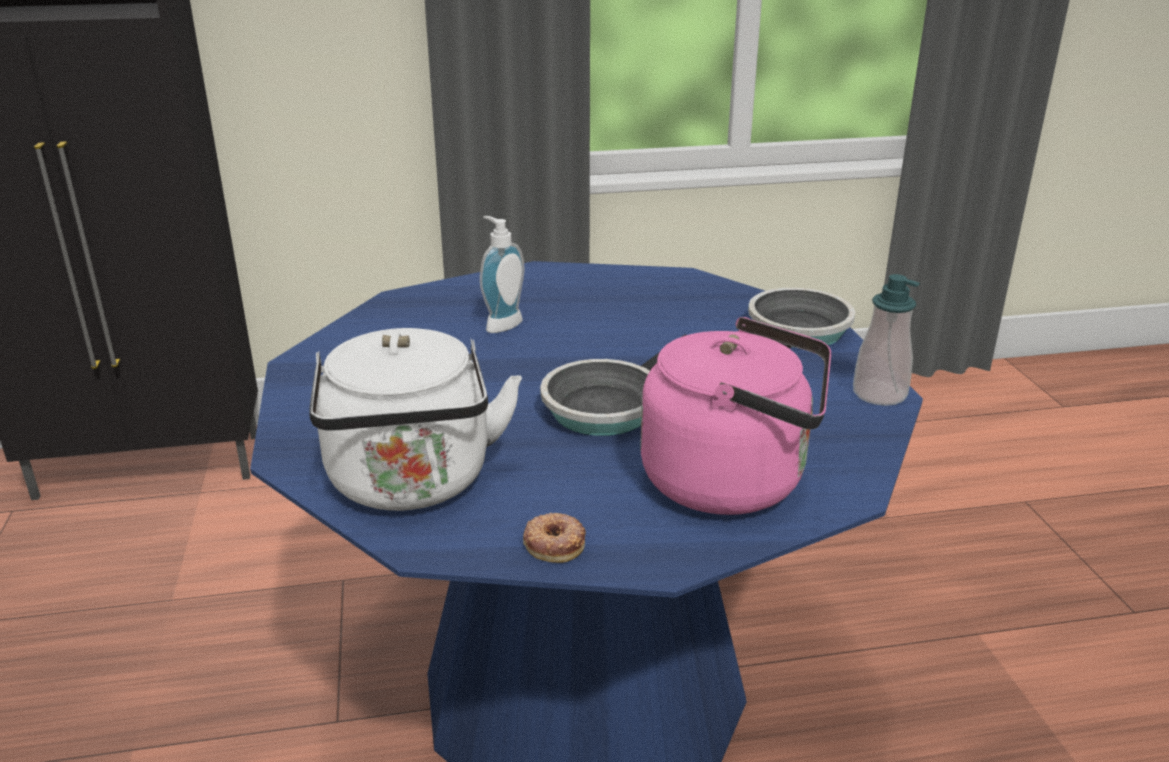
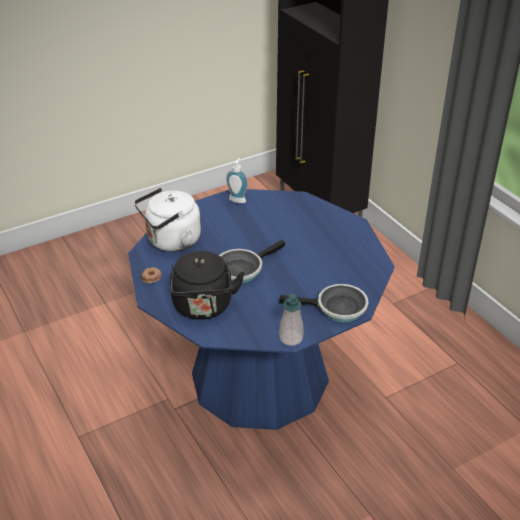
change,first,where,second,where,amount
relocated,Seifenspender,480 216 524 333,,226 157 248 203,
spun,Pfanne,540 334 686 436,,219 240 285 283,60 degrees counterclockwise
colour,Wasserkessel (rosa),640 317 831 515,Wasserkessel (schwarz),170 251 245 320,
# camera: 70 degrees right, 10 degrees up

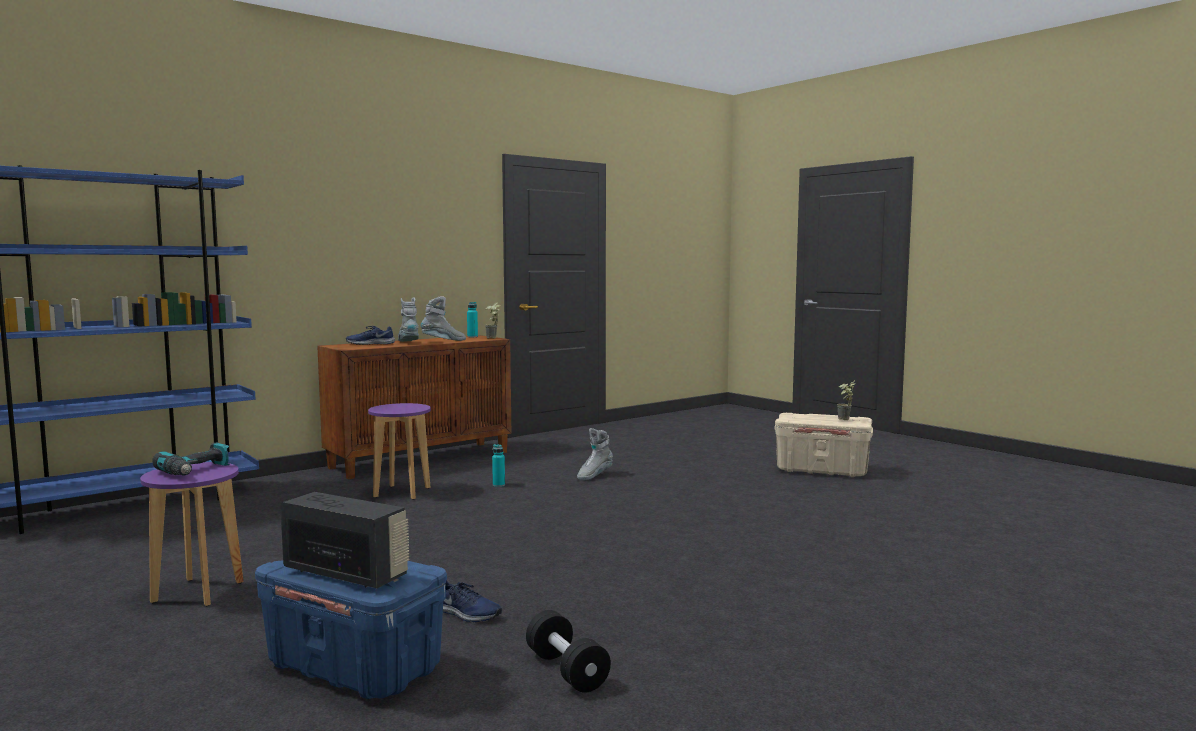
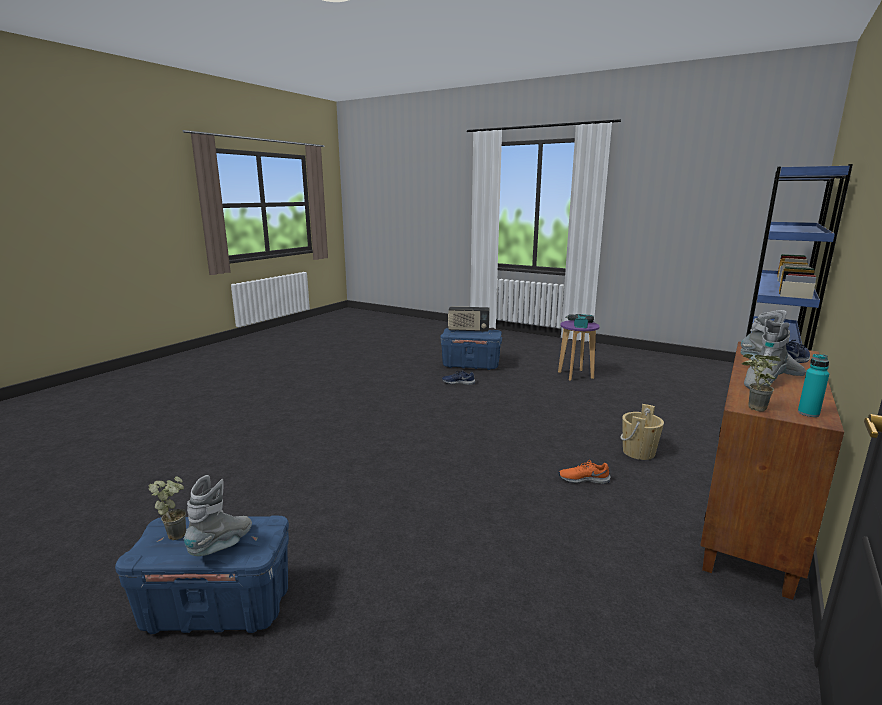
change,first,where,second,where,amount
exchanged,Hocker (lila),368 403 431 500,Eimer (beige),620 404 664 460,
exchanged,Flasche (türkis),492 444 505 487,Schuh (orange),559 460 611 484,
missing,Hantel (schwarz),526 610 611 693,,,
relocated,Stiefel (grau),577 428 613 481,,184 475 252 556,
colour,Aufbewahrungsbox (beige),775 413 873 477,Aufbewahrungsbox (blau),115 515 289 634,
# camera: 160 degrees right, 10 degrees up

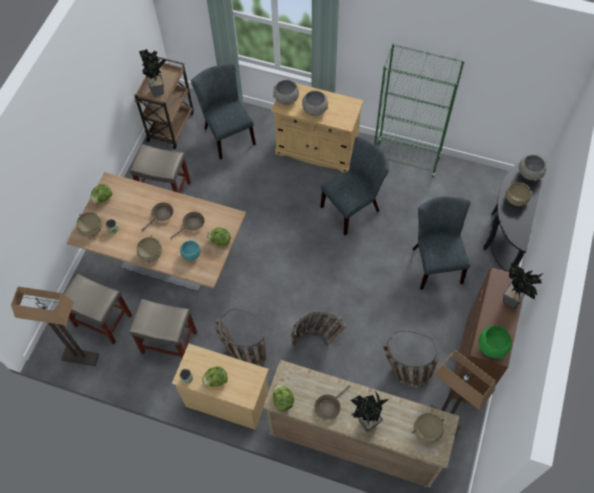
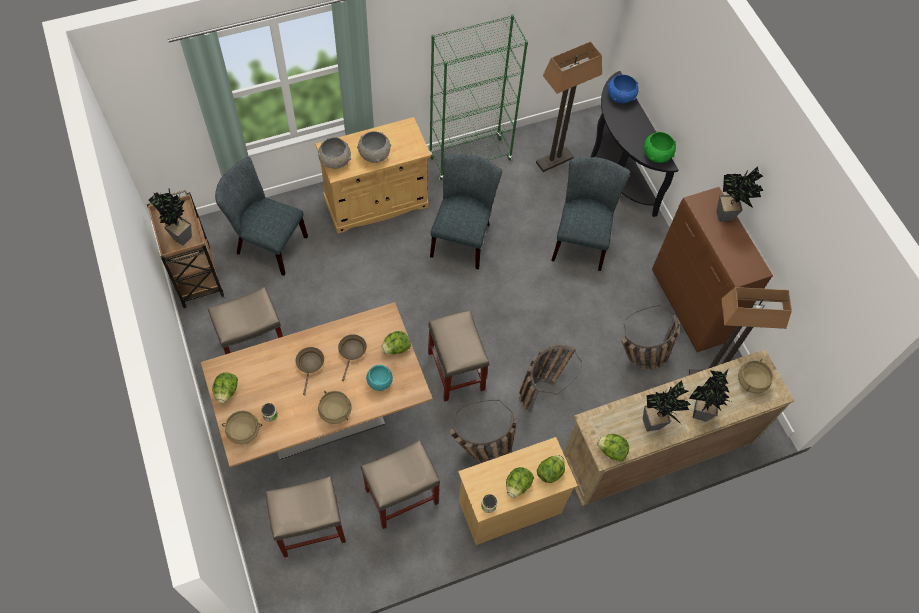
change,first,where,second,where,amount
relocated,Stehlampe,11 286 99 366,,536 42 602 172,
exchanged,Pfanne (braun),314 385 350 420,Topfpflanze,643 380 691 432,
spun,Stuhl (grau),413 196 470 290,,551 157 630 271,60 degrees clockwise
relocated,Schüssel (grün),478 326 512 359,,644 131 676 163,
missing,Kochtopf (beige),505 181 531 207,,,
colour,Schüssel (grau),519 155 547 181,Schüssel (blau),608 74 638 103,
appeared,,,Hocker (beige),428 310 489 402,
appeared,,,Salatkopf,537 455 565 483,
# camera: 45 degrees left, 0 degrees up

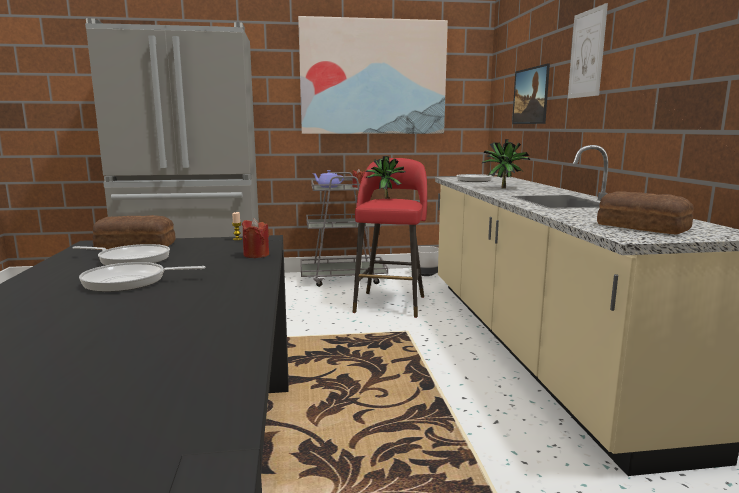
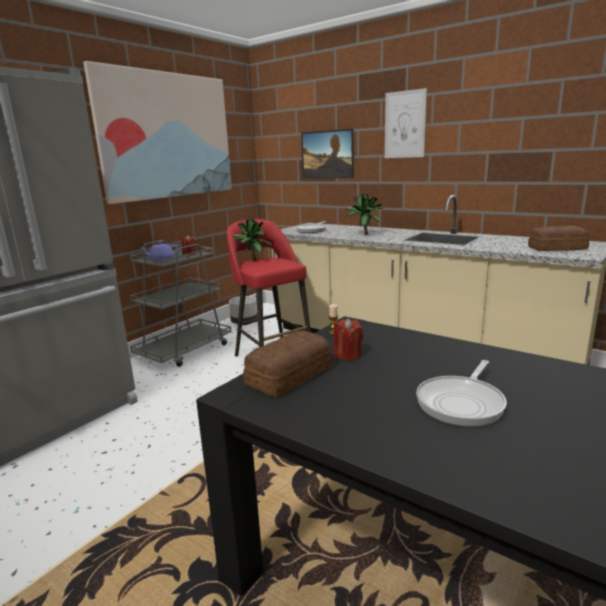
change,first,where,second,where,amount
missing,Pfanne,73 244 170 265,,,
relocated,Kerze (rot),242 218 269 258,,333 318 363 361,
# camera: 45 degrees left, 5 degrees up

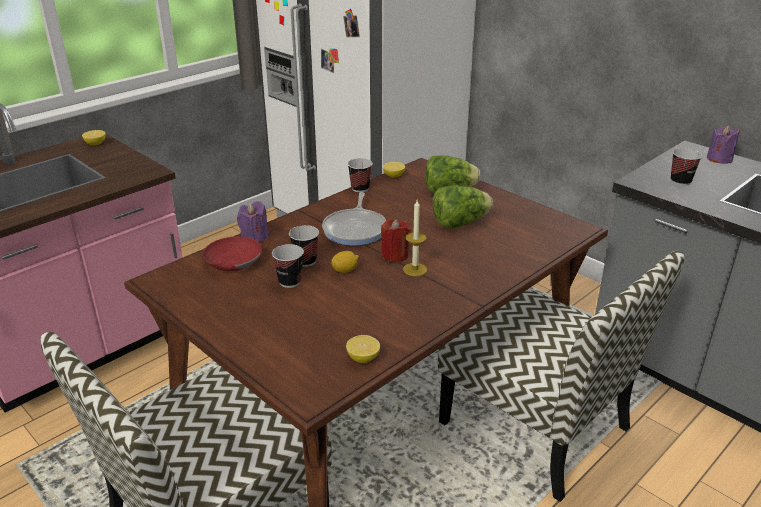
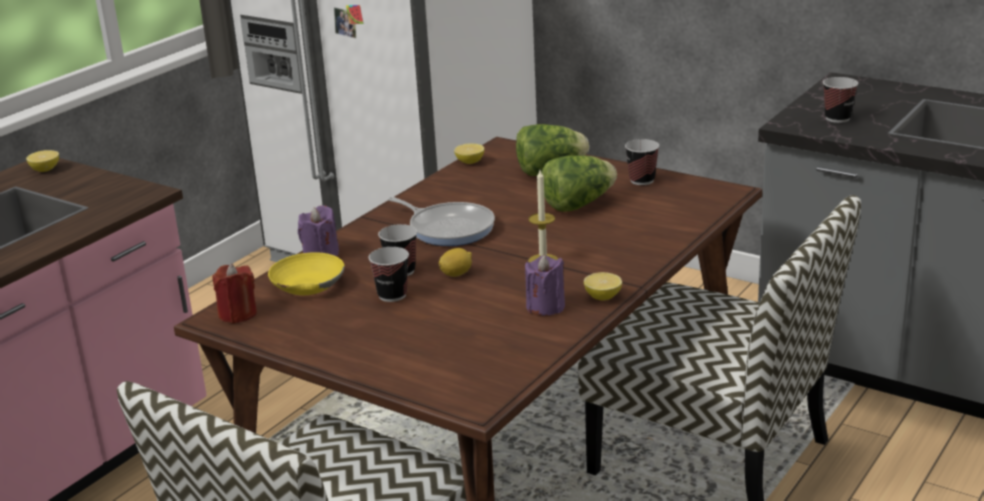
change,first,where,second,where,amount
colour,Schüssel (rot),203 236 262 271,Schüssel (gelb),268 252 345 295,
spun,Pfanne,322 192 386 246,,388 197 495 246,45 degrees counterclockwise
relocated,Zitrone,346 335 380 363,,584 272 622 300,
relocated,Tasse,347 158 373 193,,625 139 659 185,
relocated,Kerze (rot),381 219 411 262,,212 264 257 324,
relocated,Kerze (lila),707 125 740 164,,525 255 565 316,
# camera: 10 degrees left, 5 degrees down

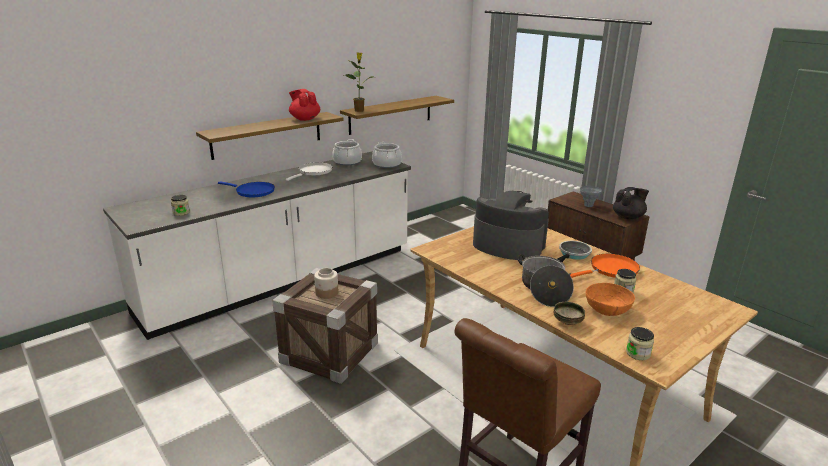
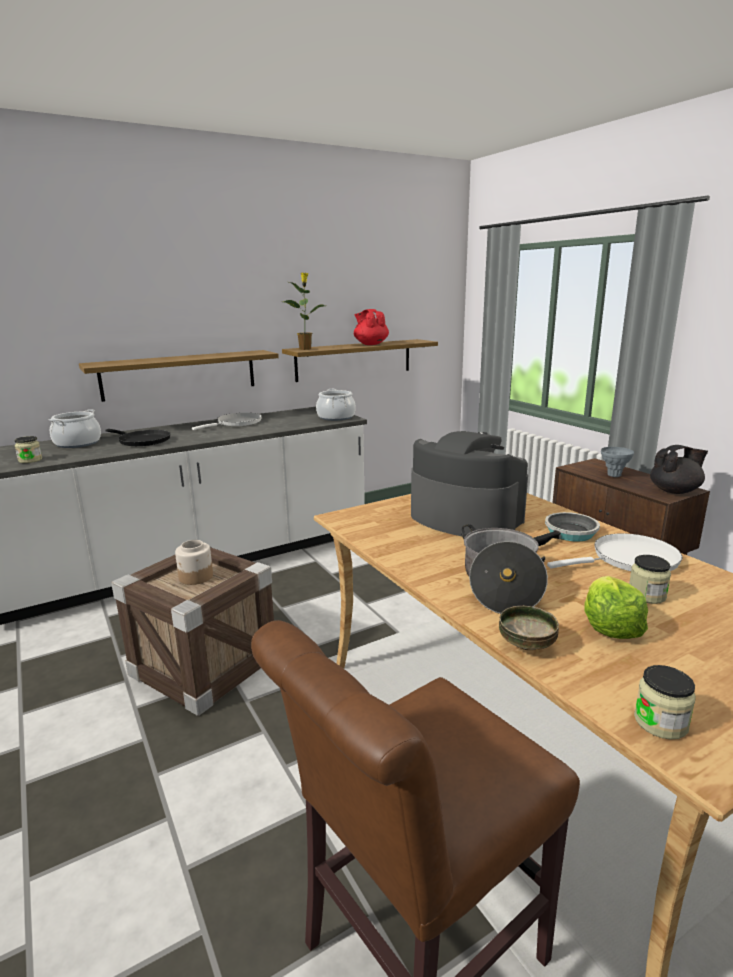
change,first,where,second,where,amount
colour,Pfanne (blau),218 181 275 197,Pfanne (schwarz),106 429 171 446,
relocated,Teekanne (rot),289 89 320 121,,354 309 389 345,
relocated,Kochtopf,332 139 362 165,,49 409 101 448,
colour,Pfanne (orange),570 254 640 278,Pfanne (weiß),547 533 683 571,
exchanged,Schüssel (orange),586 283 635 316,Salatkopf,584 576 648 639,
# camera: 10 degrees right, 5 degrees down

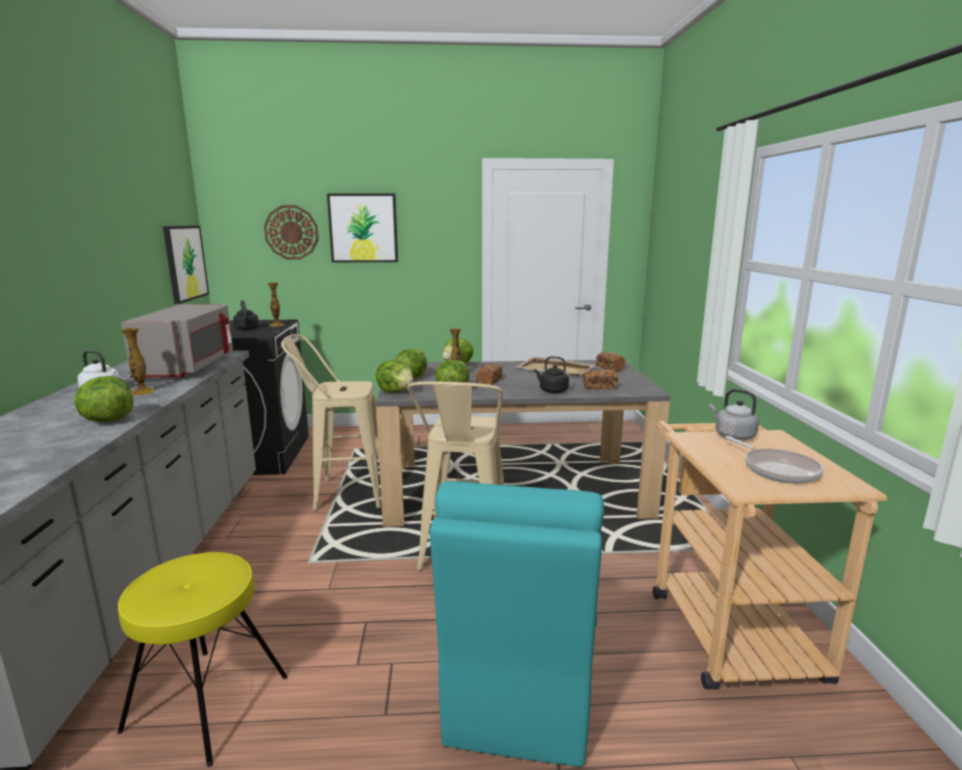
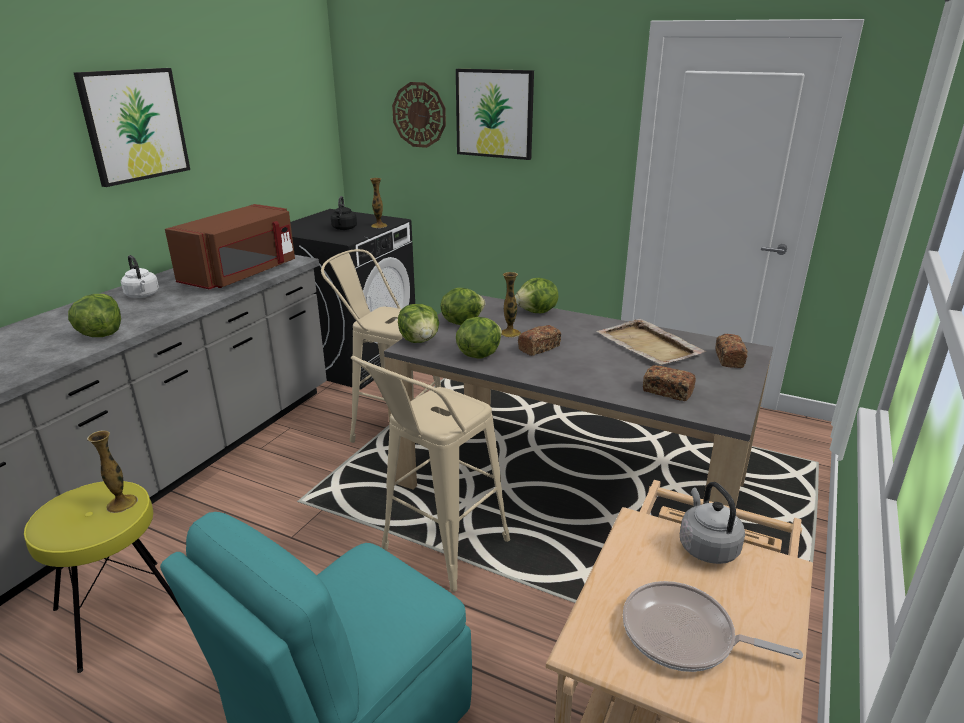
change,first,where,second,where,amount
colour,Mikrowelle (grau),121 304 233 377,Mikrowelle (braun),165 204 295 290,
relocated,Vase,121 328 156 396,,87 430 138 513,
relocated,Bild,163 226 209 304,,73 68 190 187,
missing,Wasserkessel (schwarz),534 356 569 393,,,
spun,Pfanne,725 436 824 484,,623 581 803 672,105 degrees clockwise
# camera: 30 degrees right, 10 degrees up

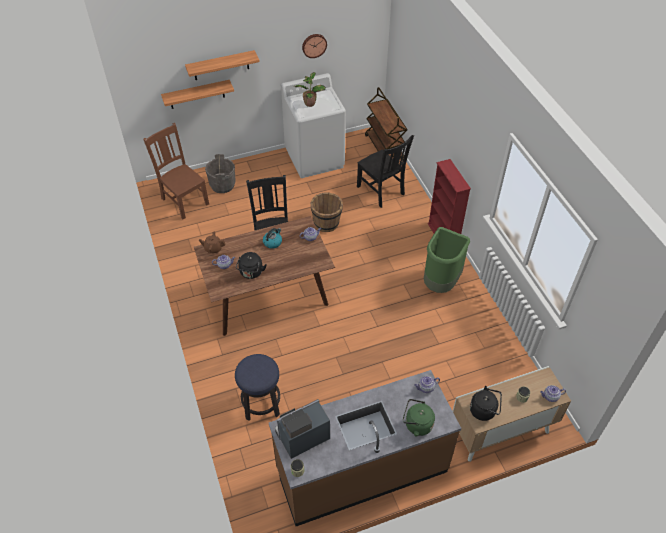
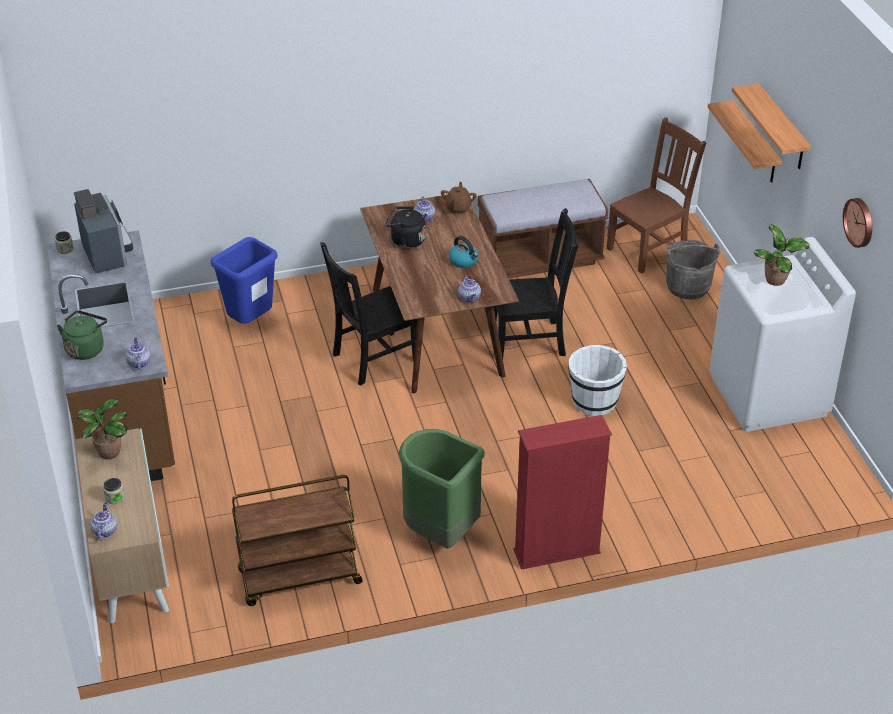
change,first,where,second,where,amount
exchanged,Hocker,235 354 280 421,Mülleimer (blau),211 237 277 324,
colour,Eimer (braun),310 192 343 232,Eimer (weiß),569 345 627 416,
relocated,Stuhl (schwarz),357 135 414 208,,320 242 417 386,
relocated,Rollwagen (braun),365 87 407 162,,232 475 363 606,
exchanged,Wasserkessel (schwarz),470 386 502 421,Topfpflanze,77 399 128 460,
appeared,,,Bank (braun),478 179 608 279,
# camera: 95 degrees right, 10 degrees down

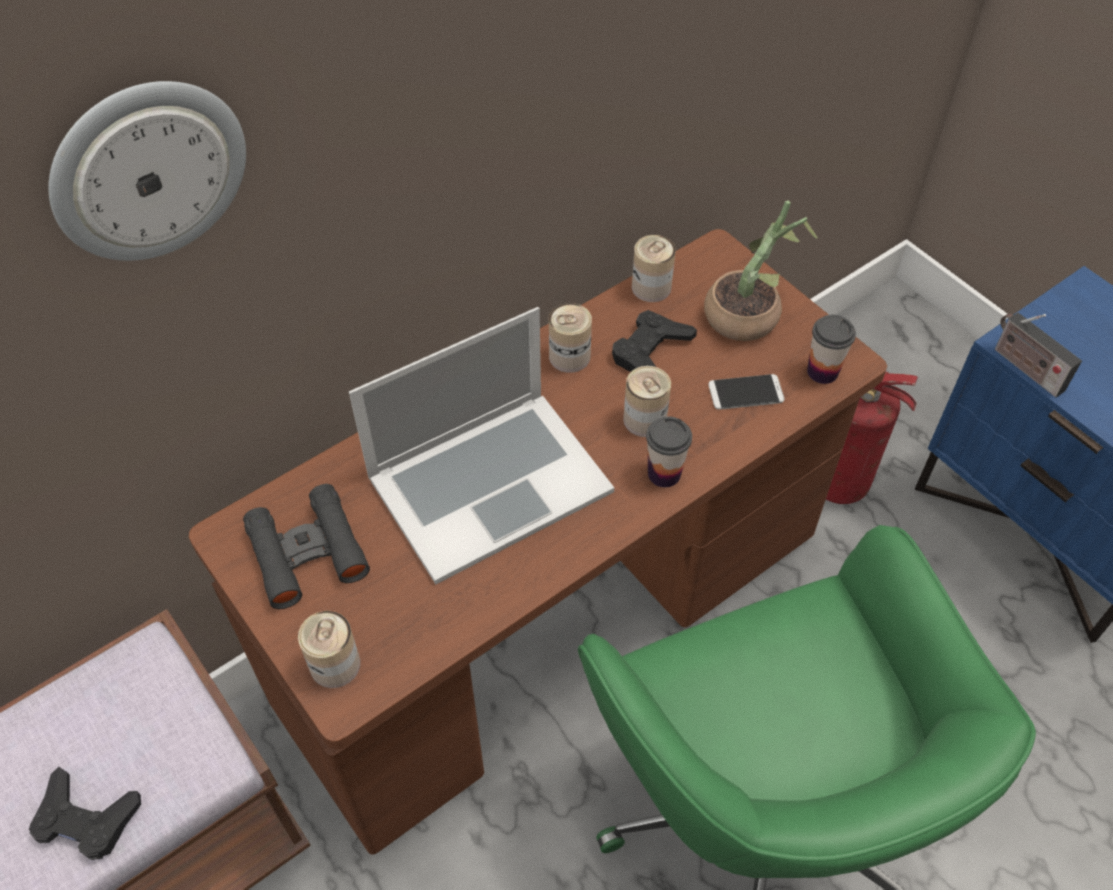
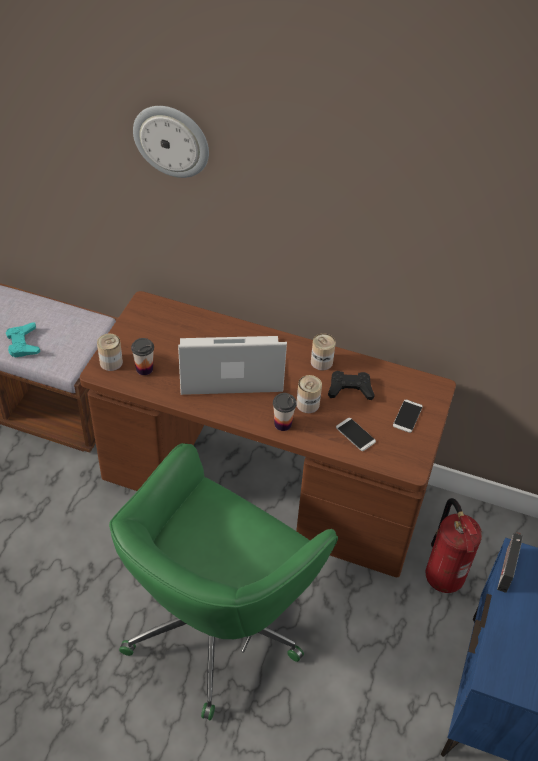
change,first,where,second,where,amount
colour,Gamepad (schwarz),29 767 141 860,Gamepad (türkis),6 323 40 357,
missing,Fernglas (schwarz),243 484 370 609,,,
spun,Laptop,349 307 614 584,,178 336 287 395,150 degrees clockwise
missing,Dose,632 235 676 302,,,
exchanged,Topfpflanze,704 201 818 341,Handy,393 400 423 433,
relocated,Tasse,807 315 856 384,,131 338 154 375,
# camera: 55 degrees right, 5 degrees down

